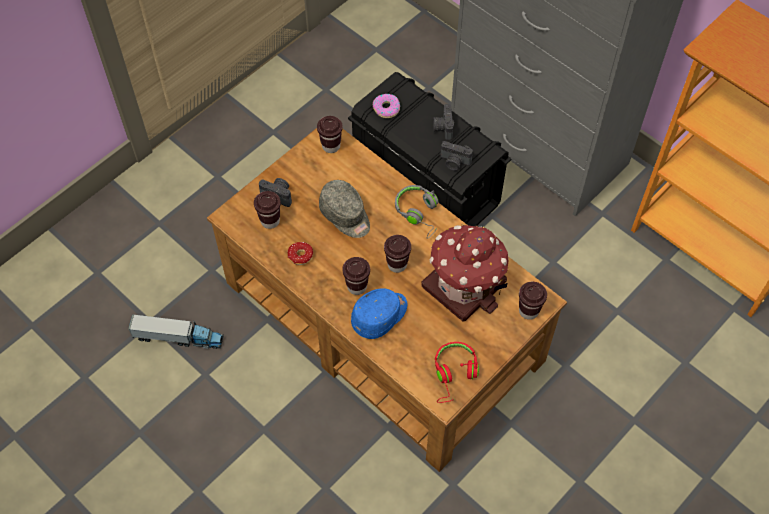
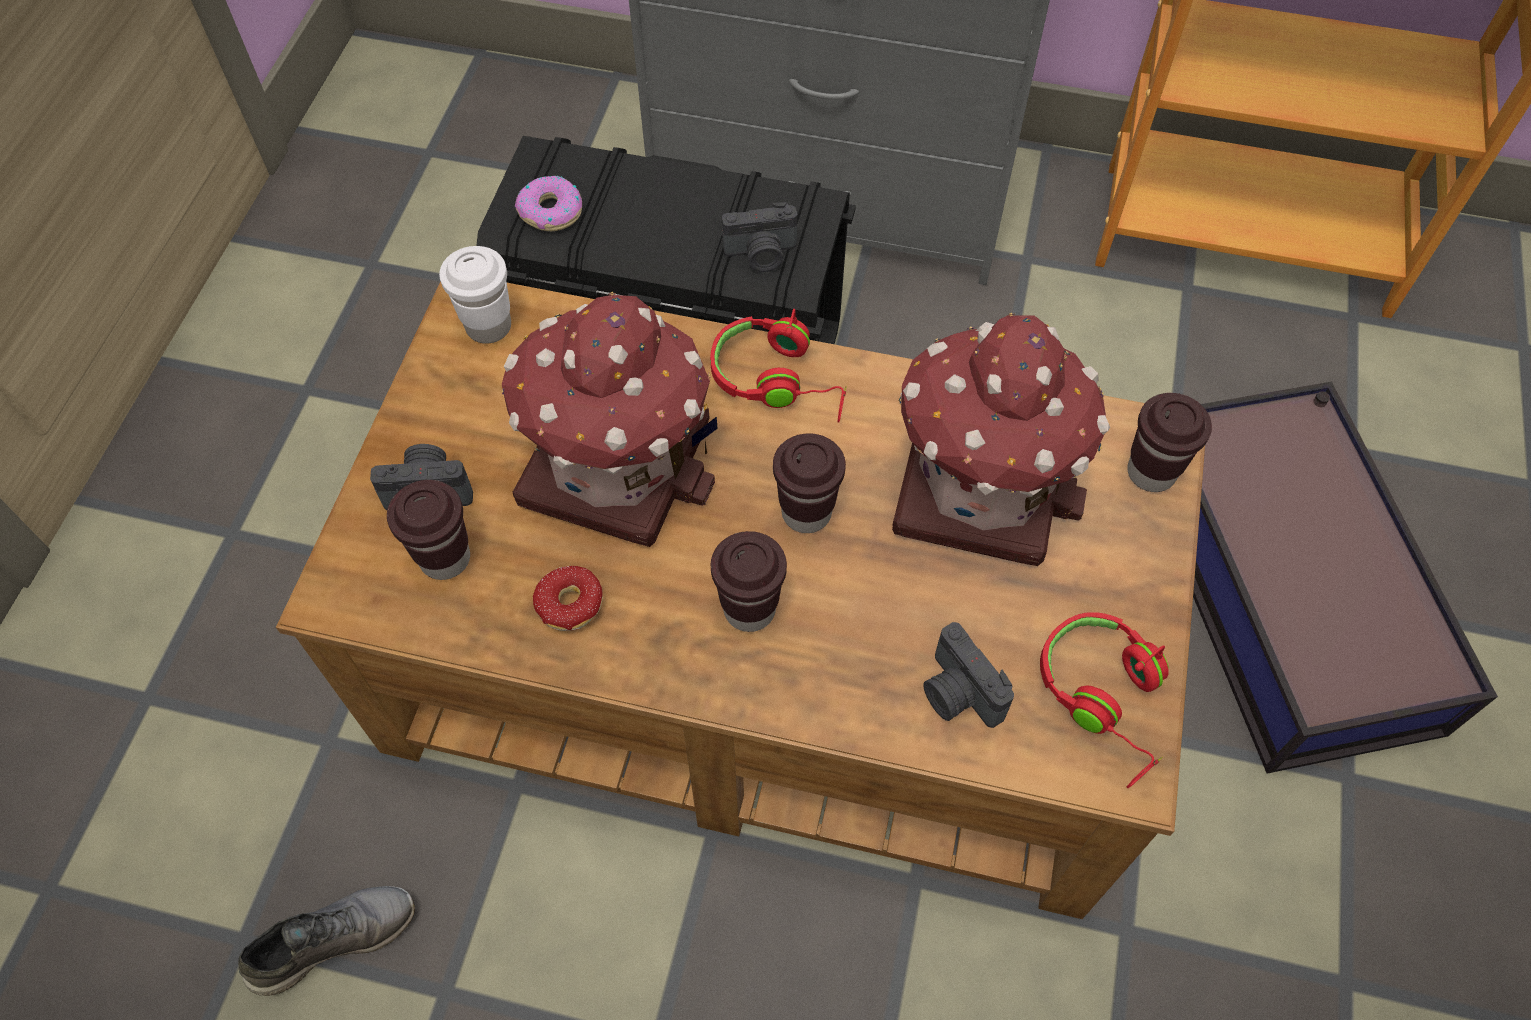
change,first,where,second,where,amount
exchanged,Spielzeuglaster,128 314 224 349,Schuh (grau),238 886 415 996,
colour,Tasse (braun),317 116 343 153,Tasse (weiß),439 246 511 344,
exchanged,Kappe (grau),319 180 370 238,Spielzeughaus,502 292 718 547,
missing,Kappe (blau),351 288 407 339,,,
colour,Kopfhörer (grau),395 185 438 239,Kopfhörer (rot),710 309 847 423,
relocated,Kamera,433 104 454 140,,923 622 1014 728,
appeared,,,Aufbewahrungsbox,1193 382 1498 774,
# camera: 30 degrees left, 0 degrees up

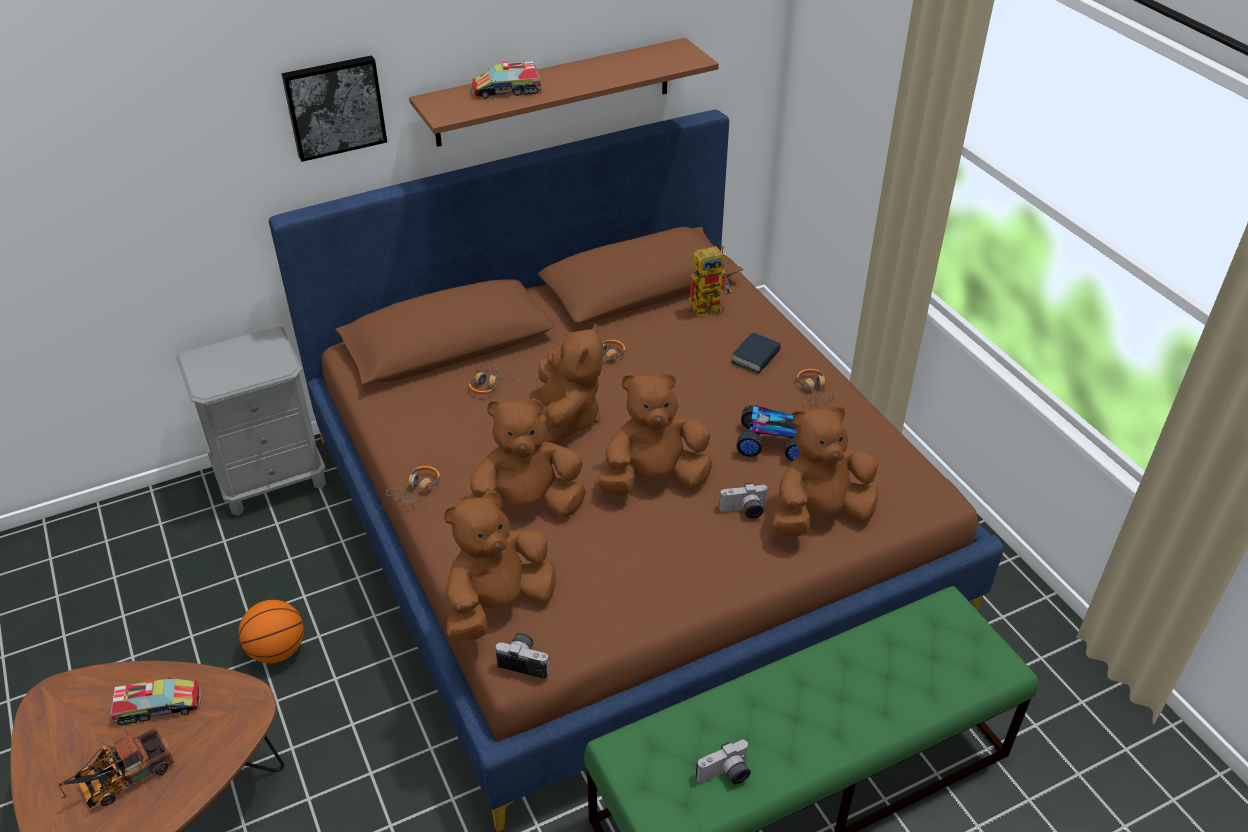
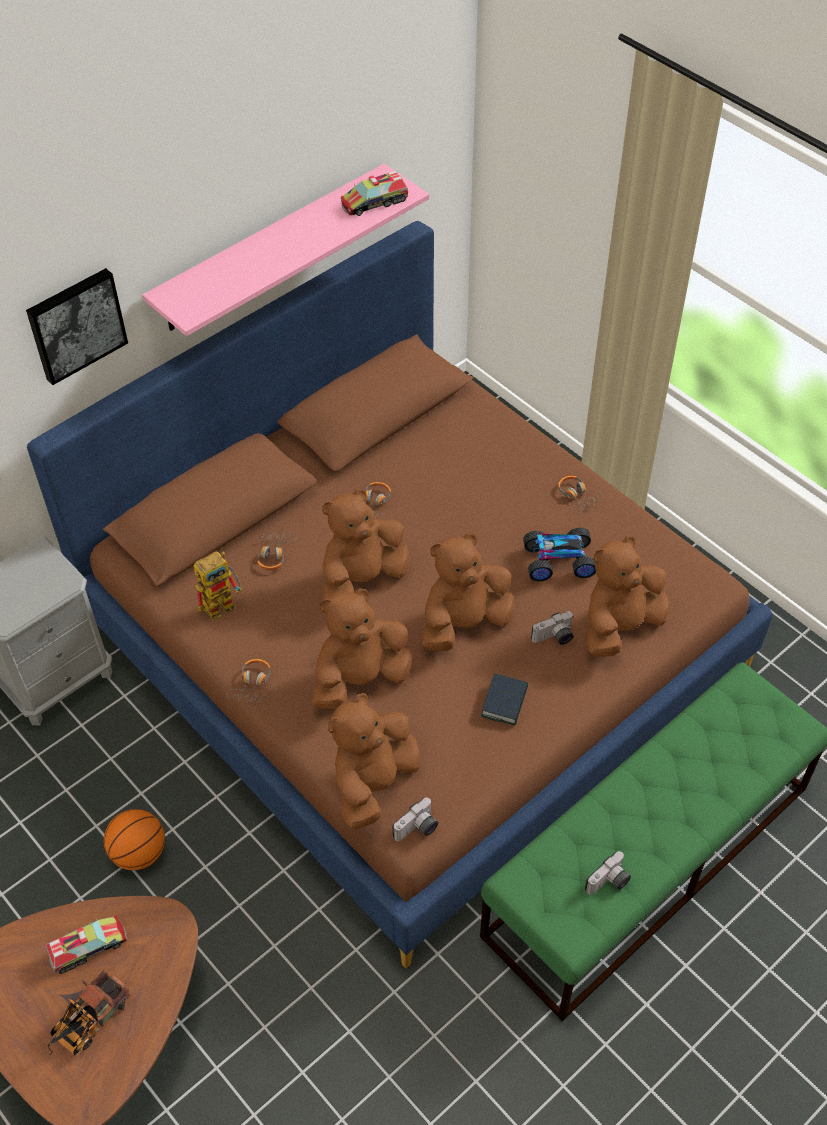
change,first,where,second,where,amount
colour,Wandregal (braun),409 38 719 147,Wandregal (rosa),142 164 429 336,
relocated,Spielzeuglaster,472 61 542 99,,341 171 408 216,
spun,Kamera,496 633 549 679,,392 798 438 841,135 degrees clockwise
spun,Plüschtier (braun),538 323 603 445,,322 489 409 601,120 degrees counterclockwise
relocated,Spielzeugroboter,688 246 732 317,,194 551 242 621,
relocated,Buch,731 332 781 373,,481 674 528 725,
# camera: 15 degrees left, 10 degrees up

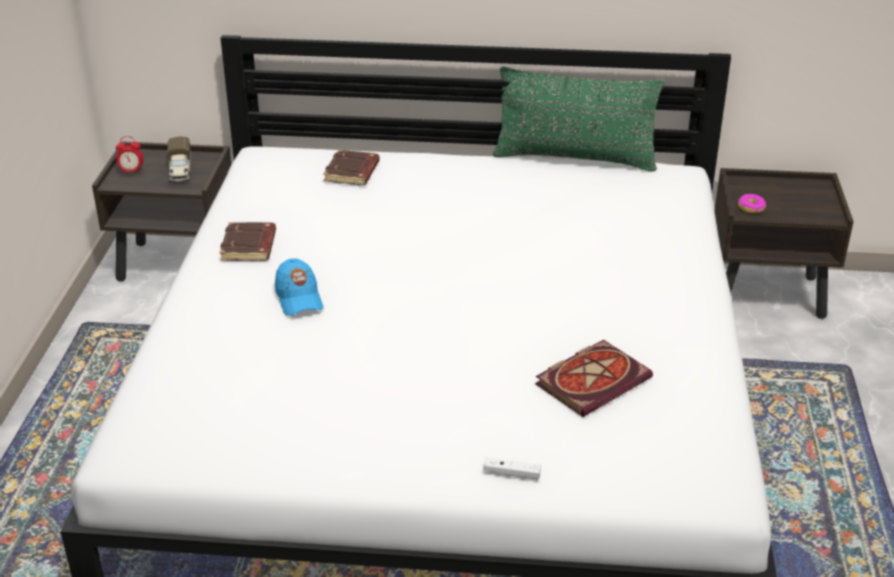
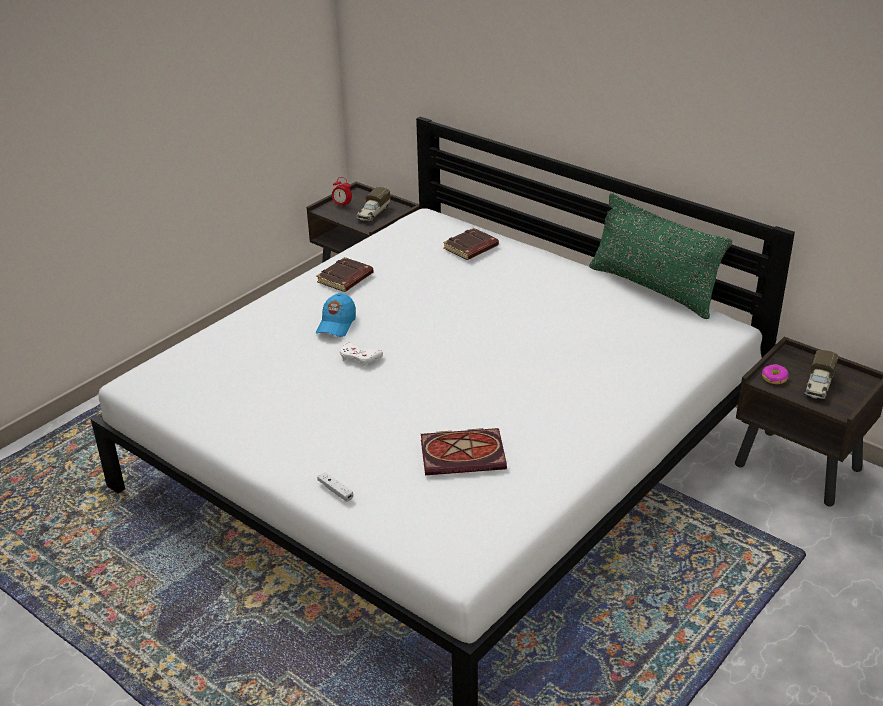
change,first,where,second,where,amount
appeared,,,Gamepad (weiß),340 342 383 366,
appeared,,,Spielzeuglaster,804 350 839 399,
# camera: 35 degrees right, 0 degrees up

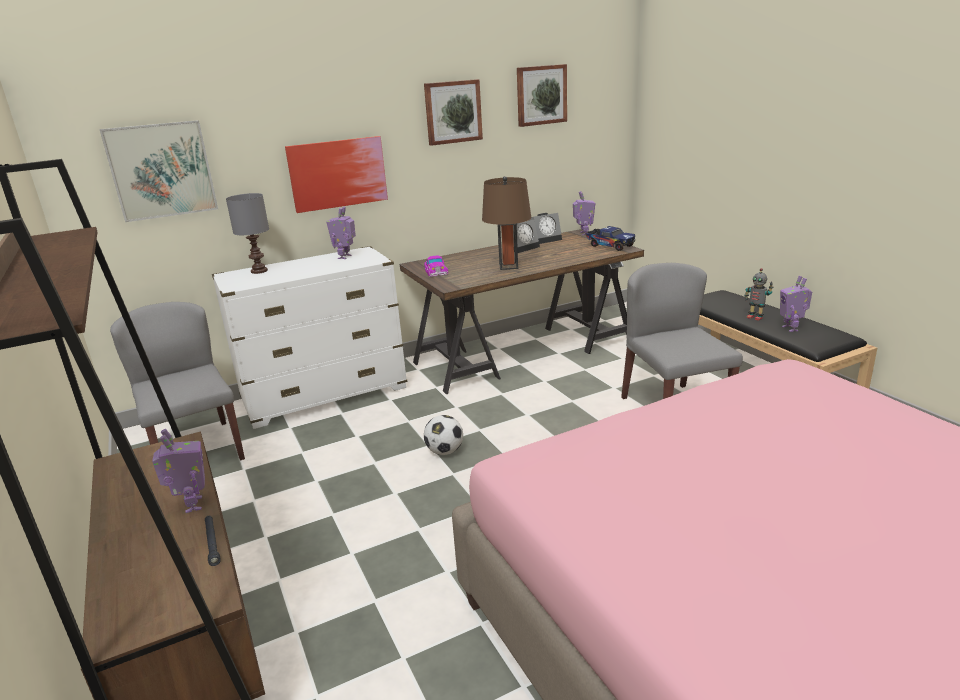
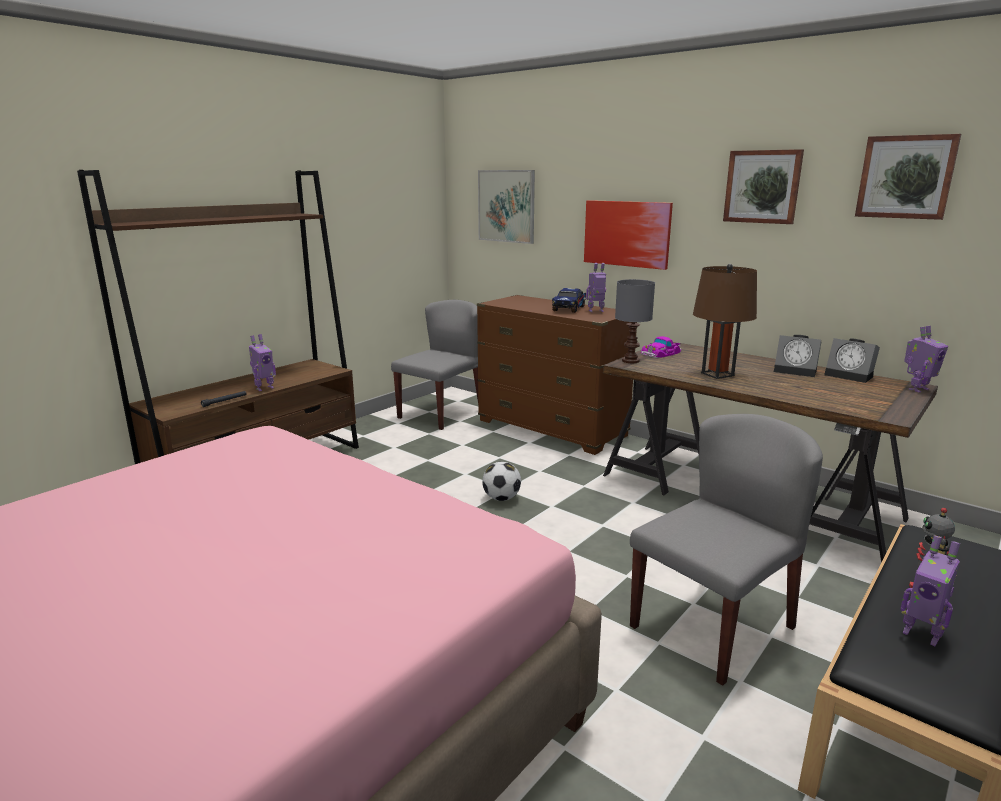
change,first,where,second,where,amount
colour,Kommode (weiß),212 246 408 429,Kommode (braun),477 295 637 455,
relocated,Tischlampe (grau),226 193 269 274,,615 279 655 363,
relocated,Spielzeuglaster,586 226 635 251,,552 288 586 313,
spun,Spielzeugroboter,780 276 812 332,,901 535 960 646,105 degrees counterclockwise
# camera: 65 degrees right, 5 degrees down

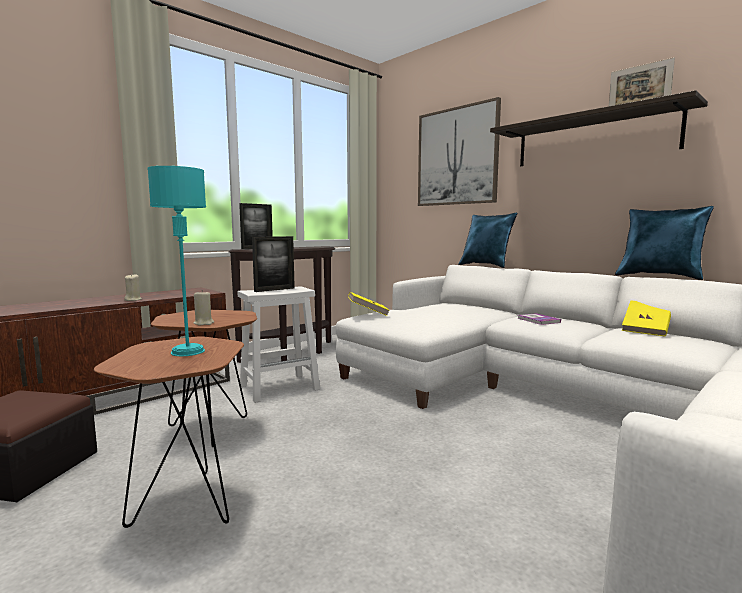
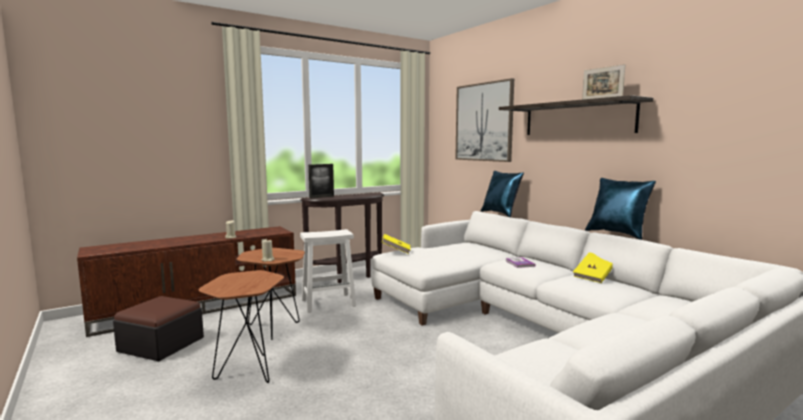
change,first,where,second,where,amount
missing,Tischlampe (türkis),147 166 206 356,,,
missing,Bilderrahmen,252 236 295 292,,,
# camera: 10 degrees right, 0 degrees up

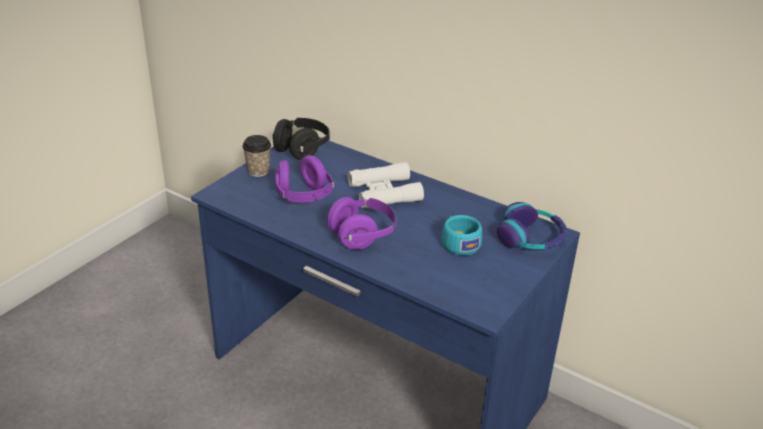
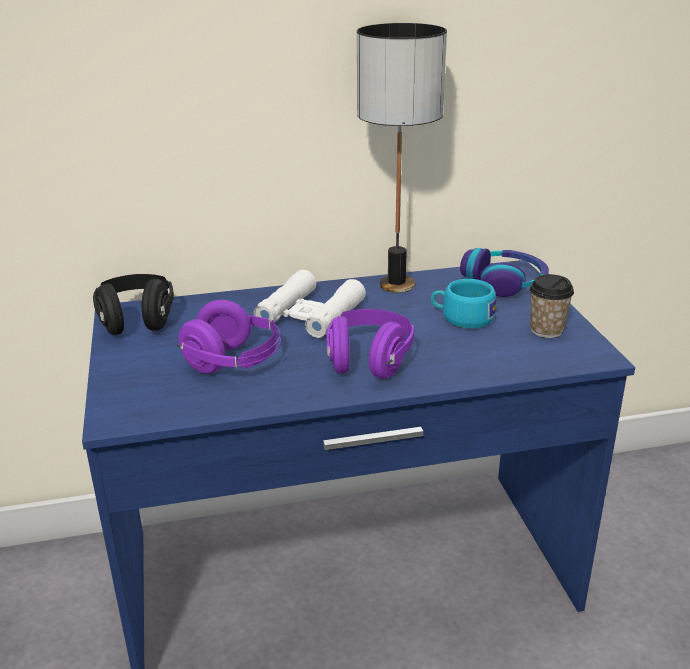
change,first,where,second,where,amount
relocated,Tasse,242 135 271 177,,530 274 574 338,
appeared,,,Tischlampe,357 23 447 293,
# camera: 45 degrees left, 5 degrees down

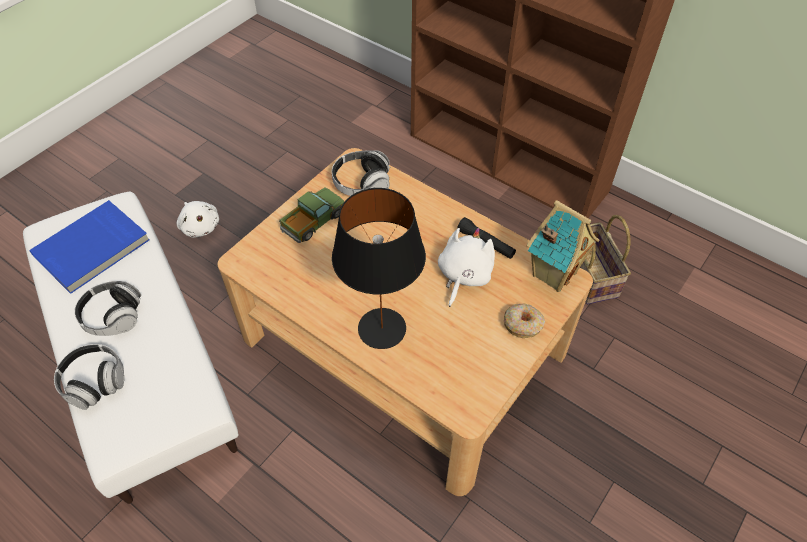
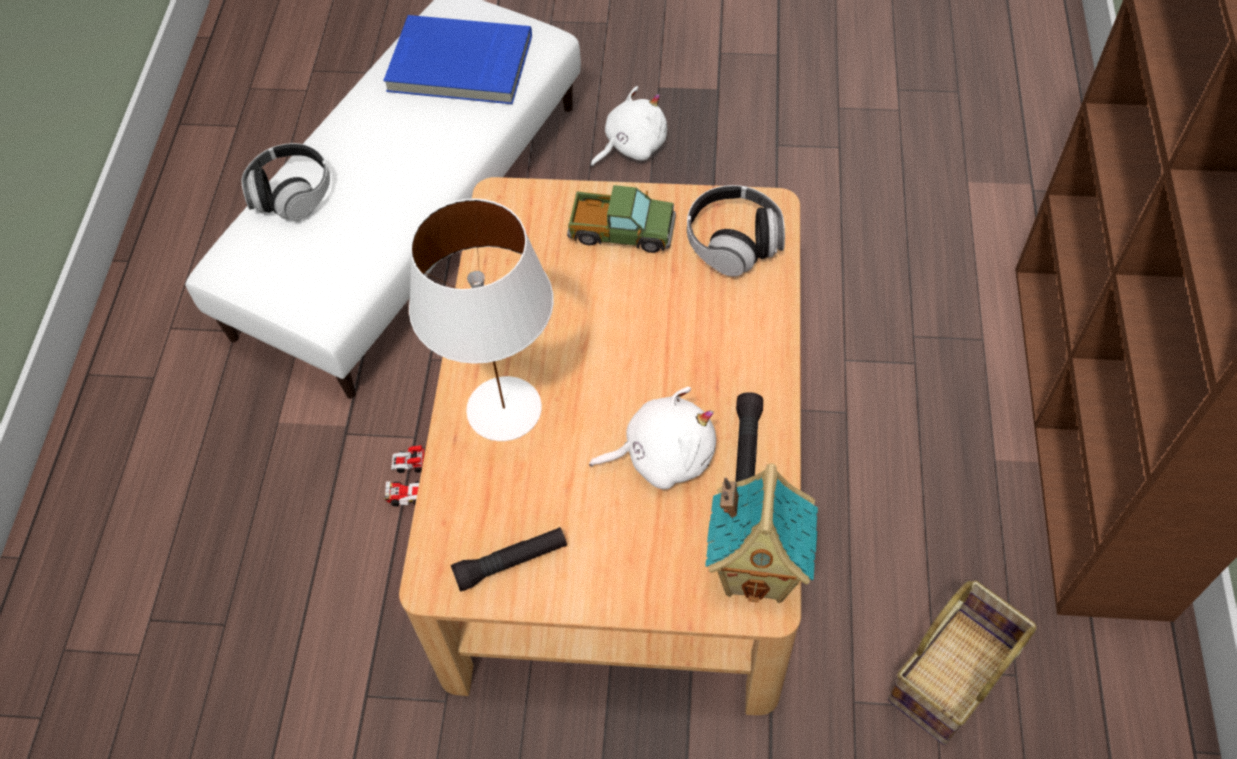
change,first,where,second,where,amount
missing,Kopfhörer,74 281 141 336,,,
spun,Plüschtier (weiß),177 201 219 238,,591 86 667 167,150 degrees counterclockwise
colour,Tischlampe (schwarz),332 188 426 349,Tischlampe (weiß),409 198 554 441,
missing,Donut,504 303 545 338,,,
appeared,,,Spielzeugauto,385 445 425 506,
appeared,,,Taschenlampe (schwarz),451 527 567 592,
# camera: 60 degrees right, 5 degrees up

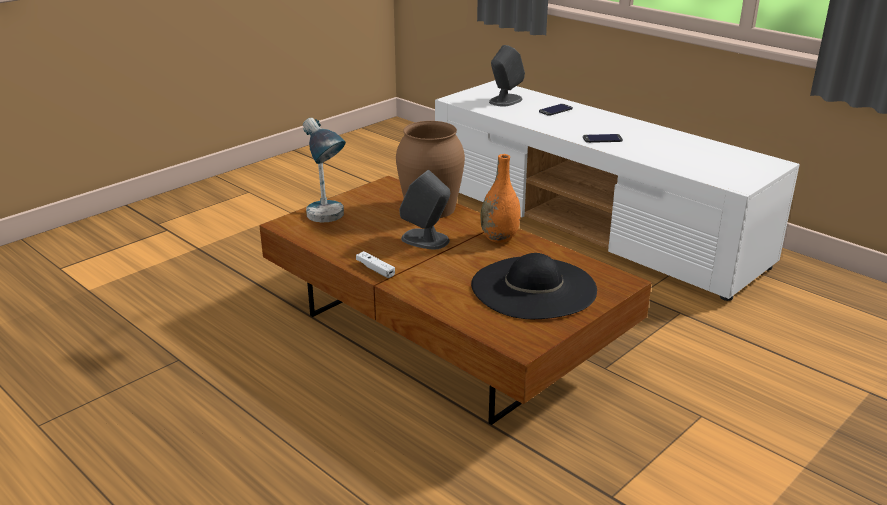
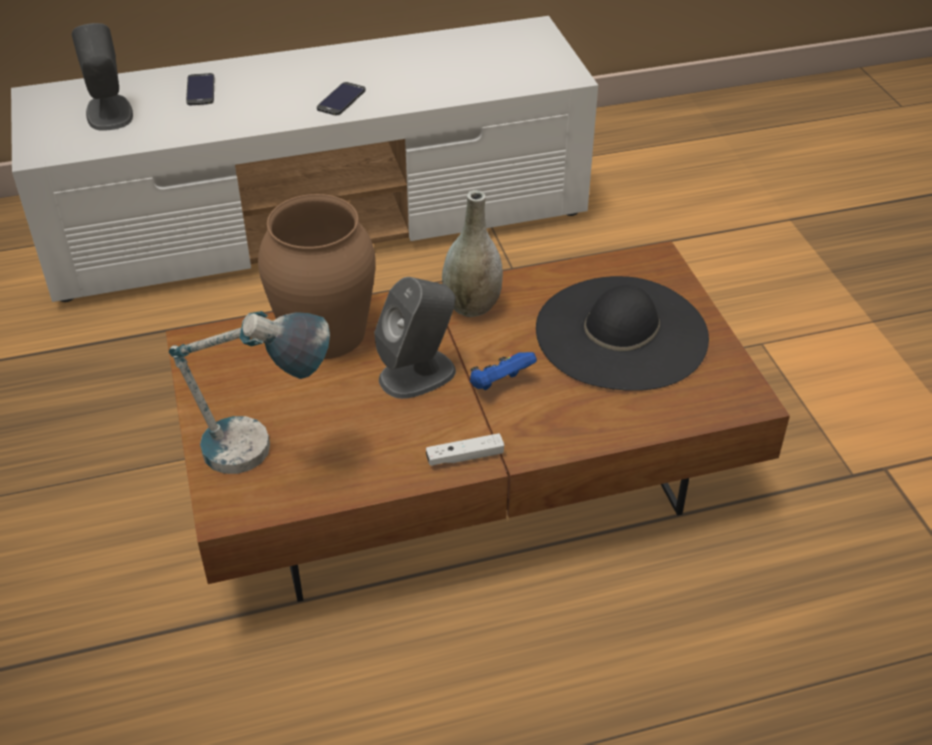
change,first,where,second,where,amount
colour,Vase (orange),480 154 521 243,Vase (grau),442 190 503 317,
appeared,,,Gamepad (blau),470 352 537 390,
# camera: 60 degrees left, 15 degrees up

